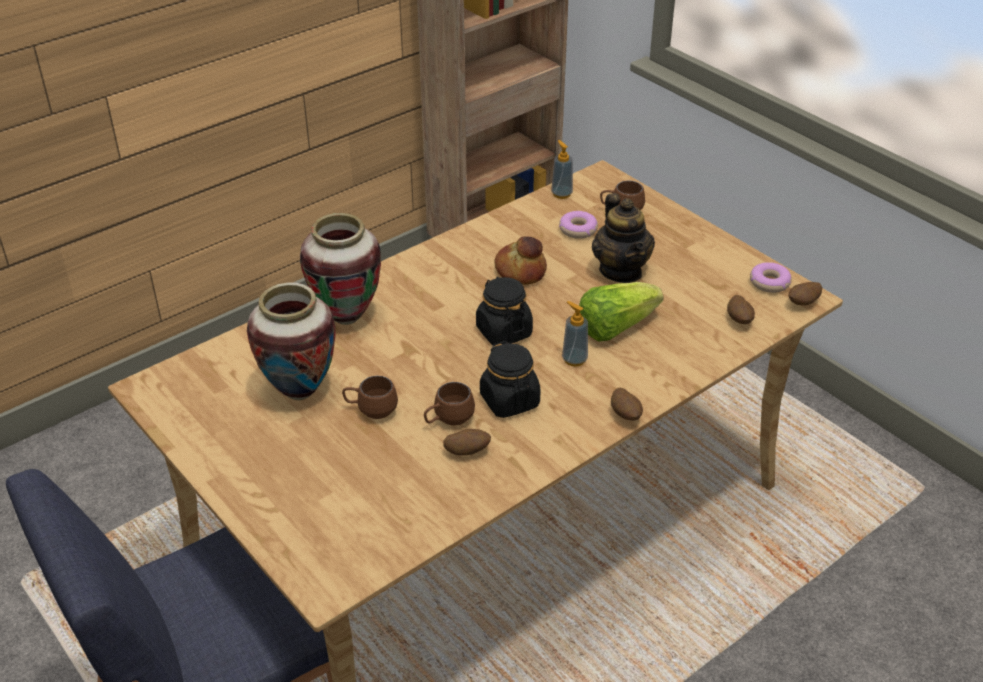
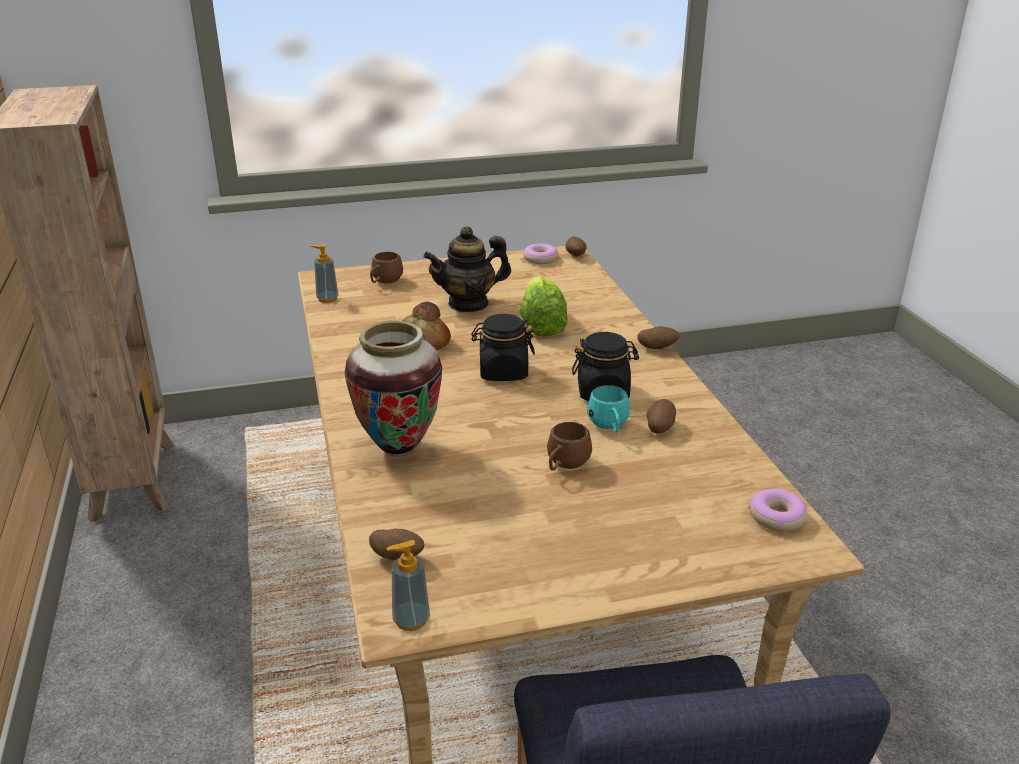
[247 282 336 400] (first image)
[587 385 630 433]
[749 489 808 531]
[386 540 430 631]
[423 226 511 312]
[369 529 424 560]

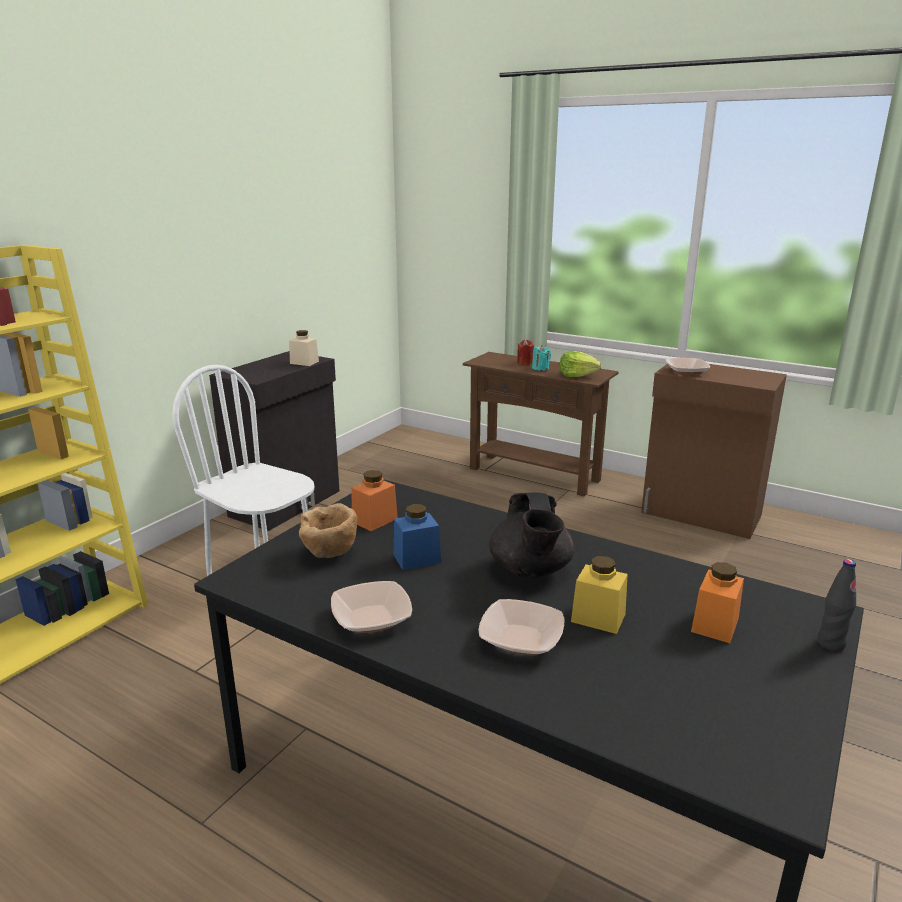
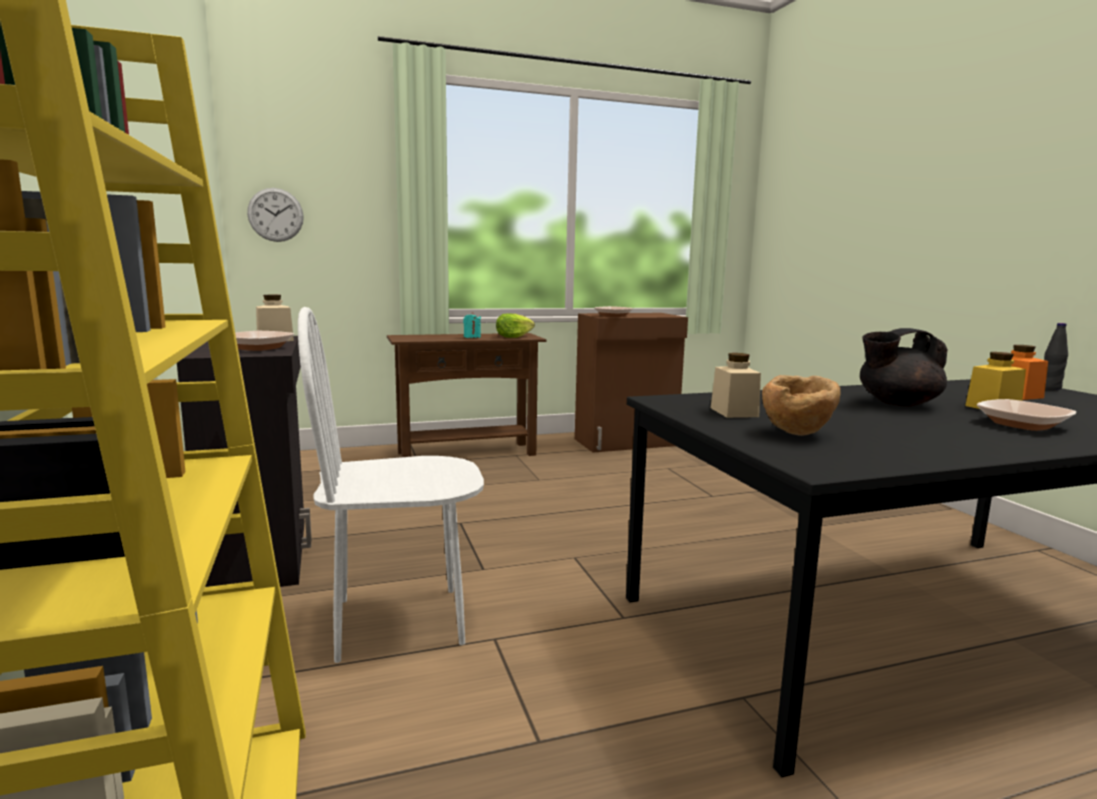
[235 331 294 351]
[711 353 761 418]
[394 504 441 570] (first image)
[860 328 948 407]
[517 340 534 365] (first image)
[247 188 304 242]

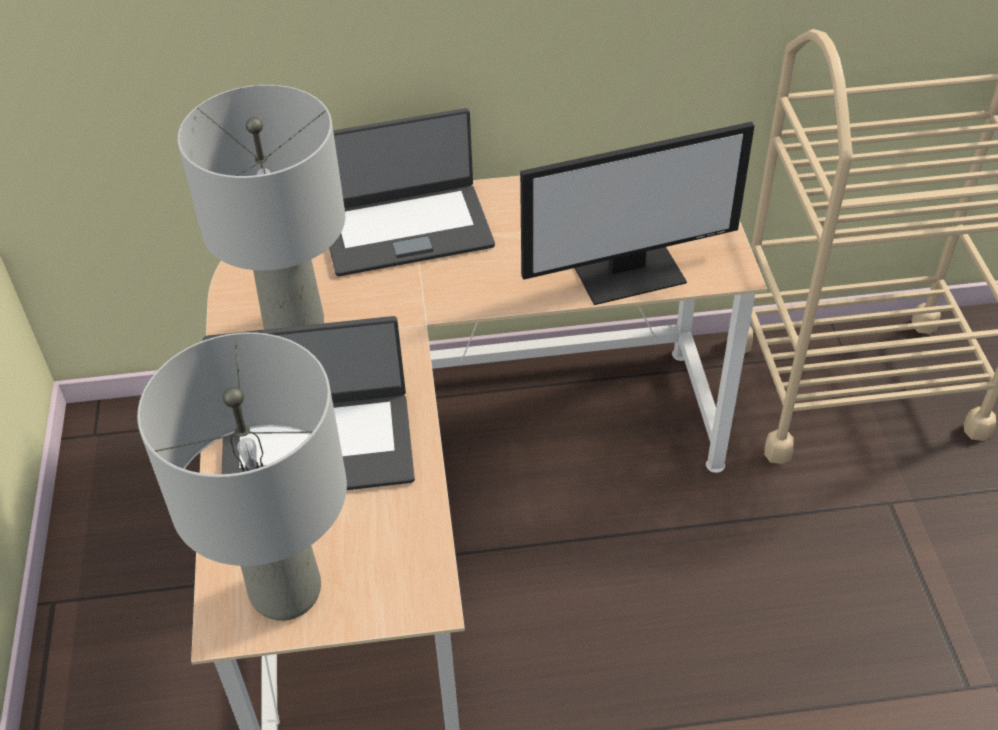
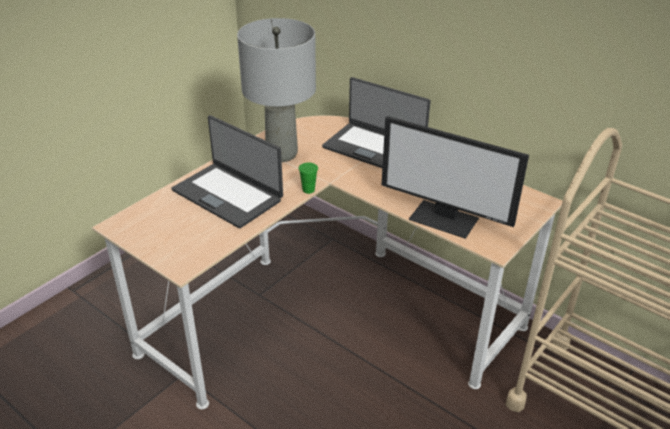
[137 332 347 621] (first image)
[299 162 318 194]

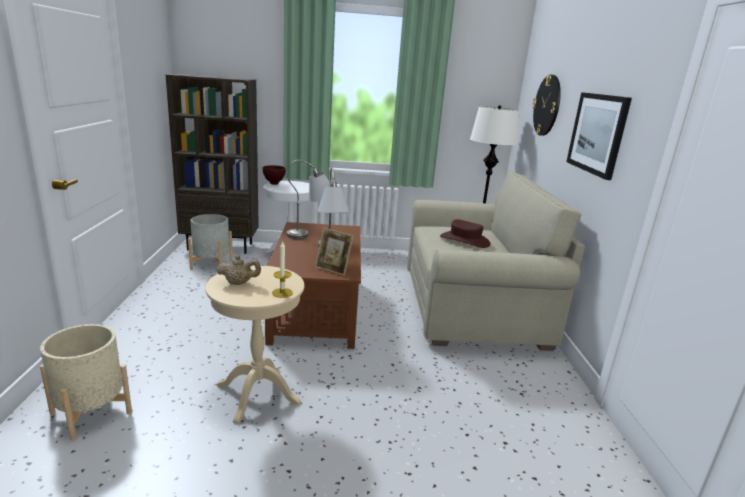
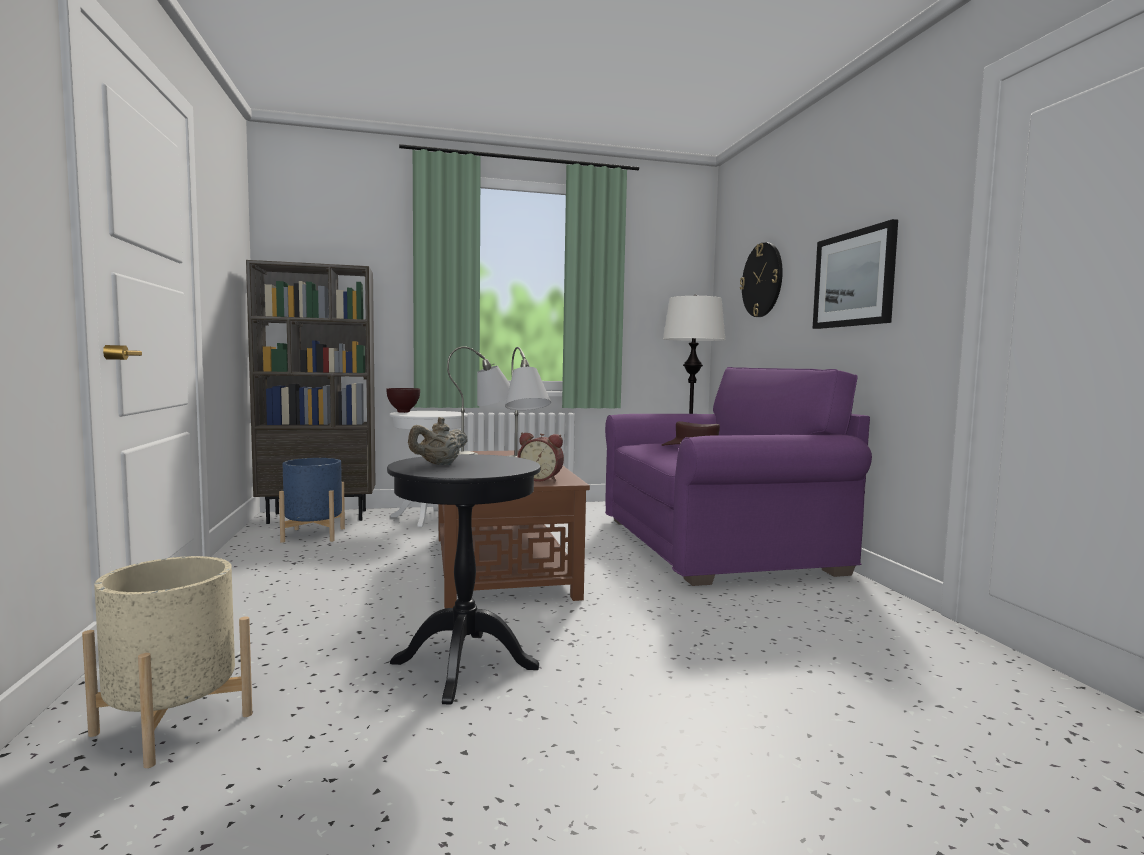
[279 458 345 543]
[387 454 541 705]
[408 417 468 465]
[272 242 293 298] (first image)
[518 433 564 482]
[605 367 872 586]

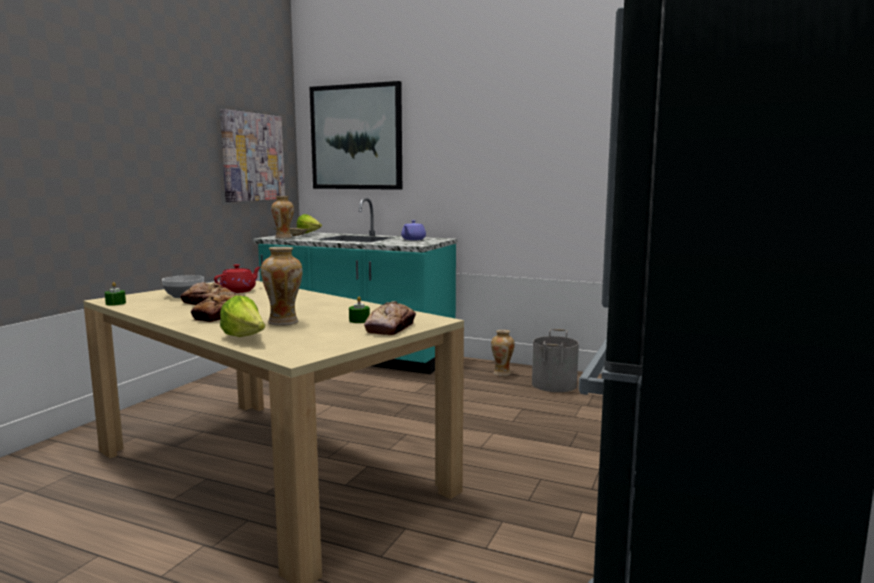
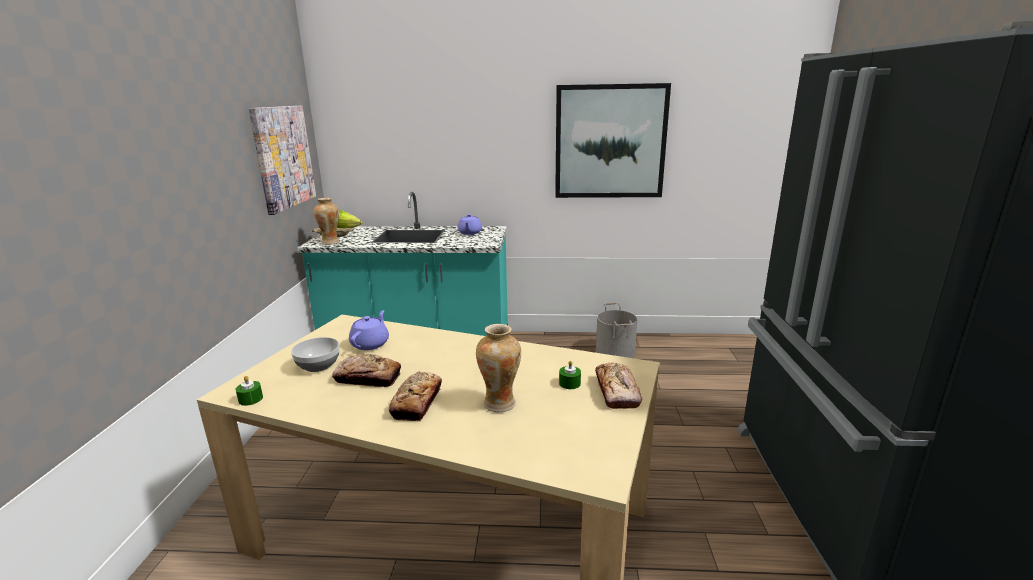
[349 310 389 350]
[220 296 265 337] (first image)
[555 83 671 198]
[491 330 515 376] (first image)

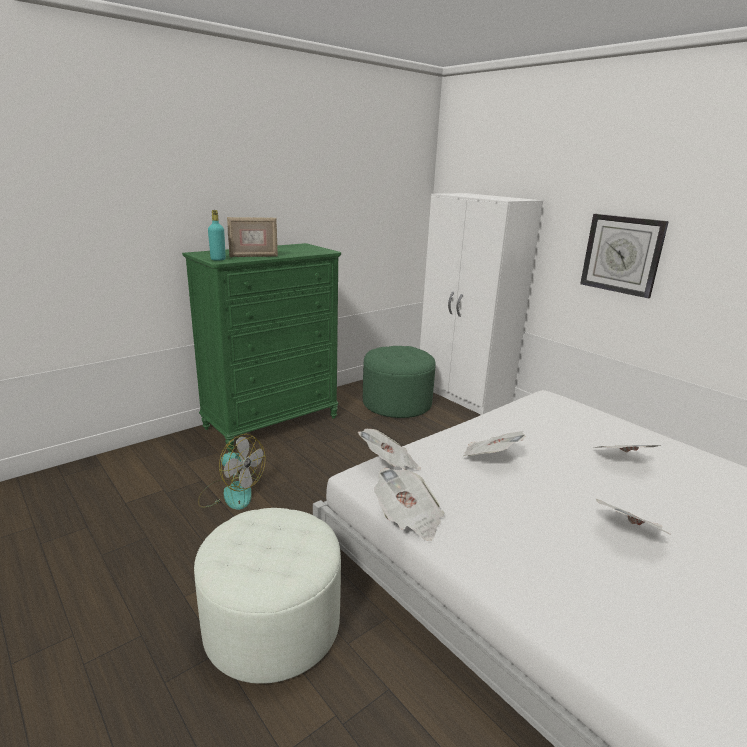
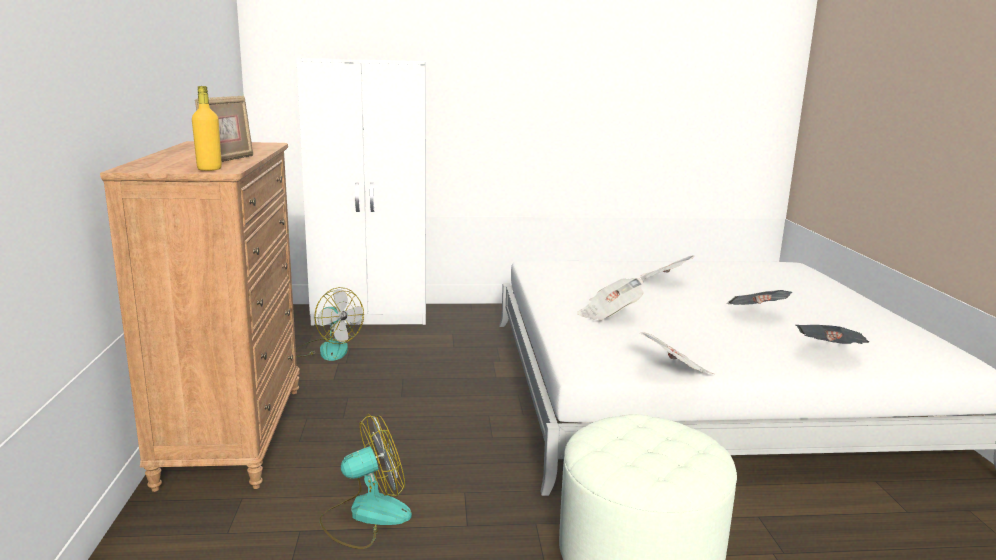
[100 141 300 492]
[192 86 222 171]
[796 325 869 344]
[296 287 364 361]
[580 214 669 298] (first image)

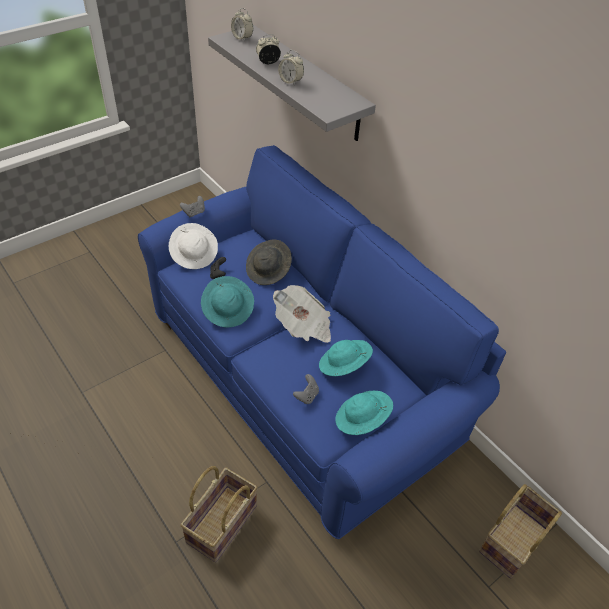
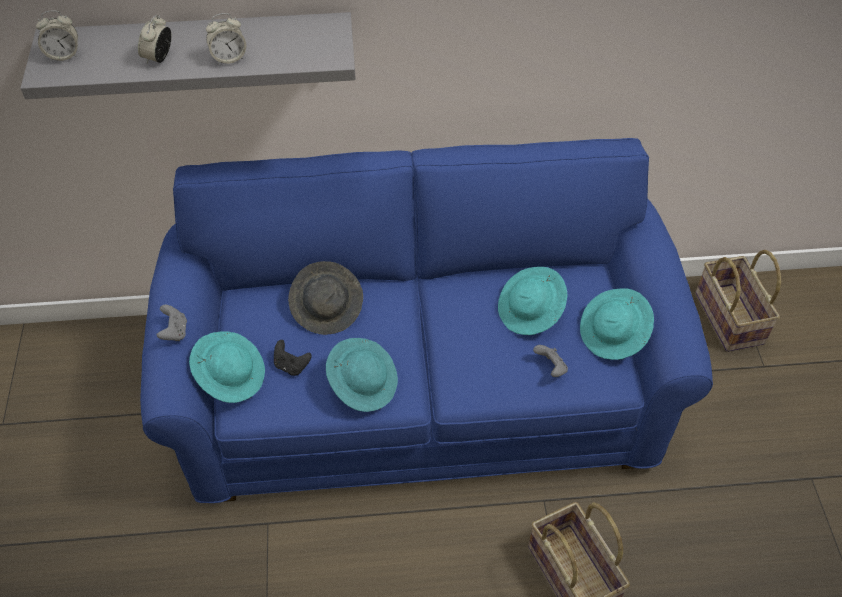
[189 331 265 403]
[273 285 331 343] (first image)

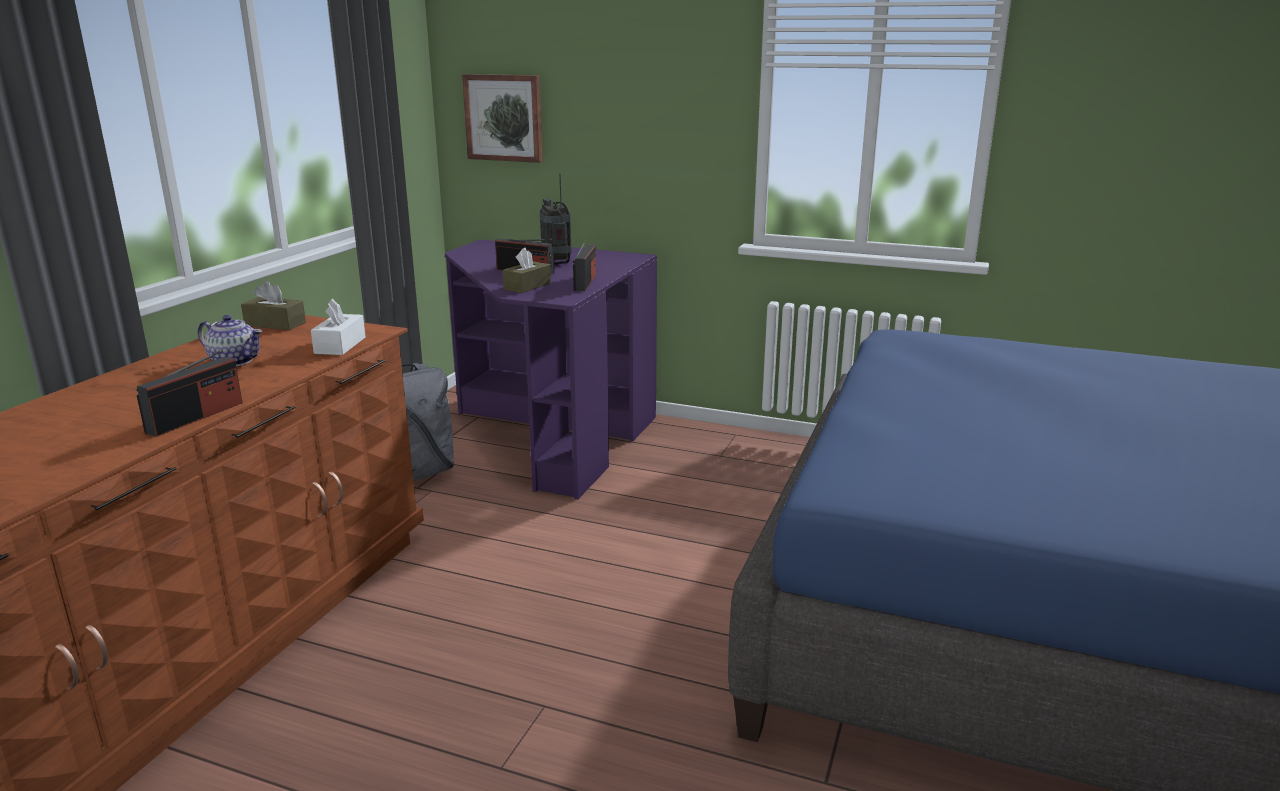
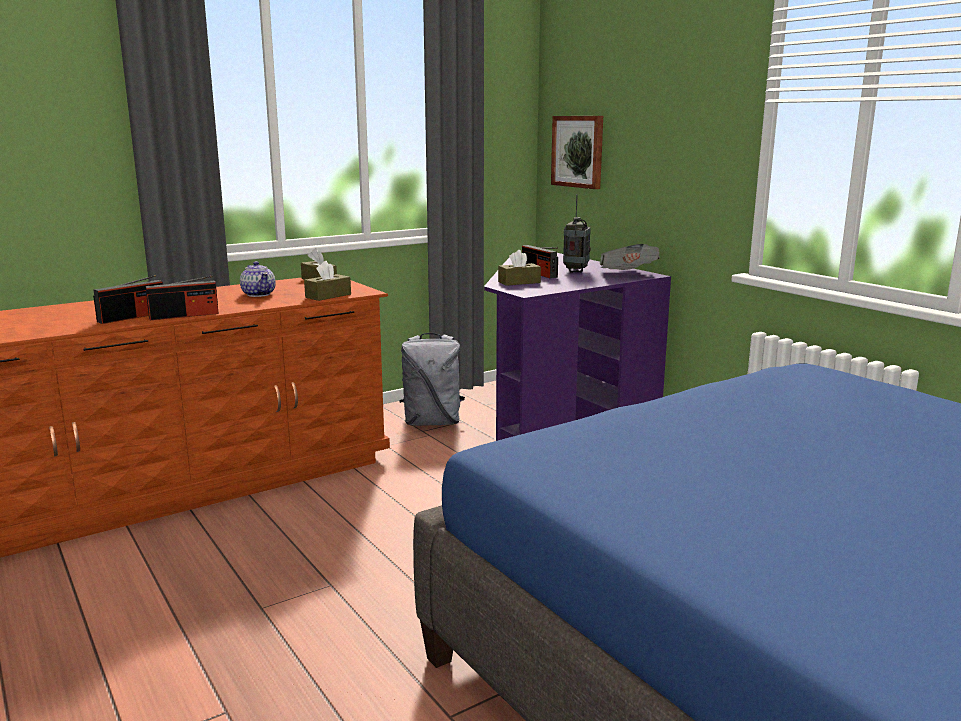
[304 261 351 301]
[93 275 163 324]
[600 244 660 270]

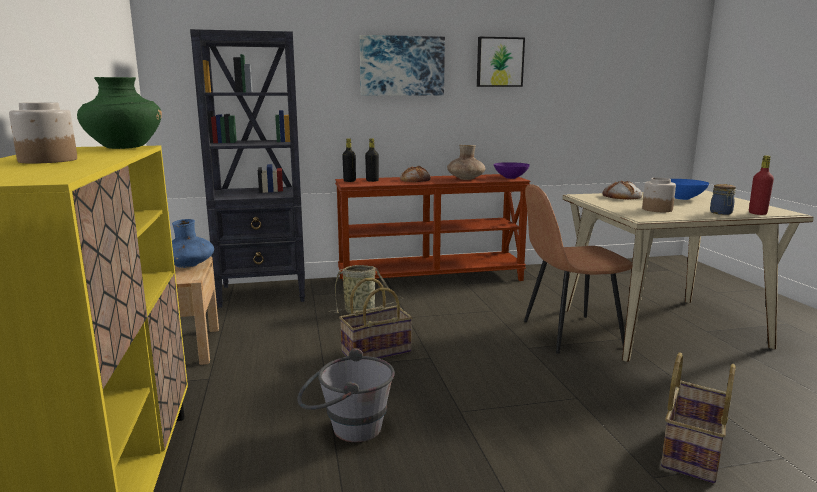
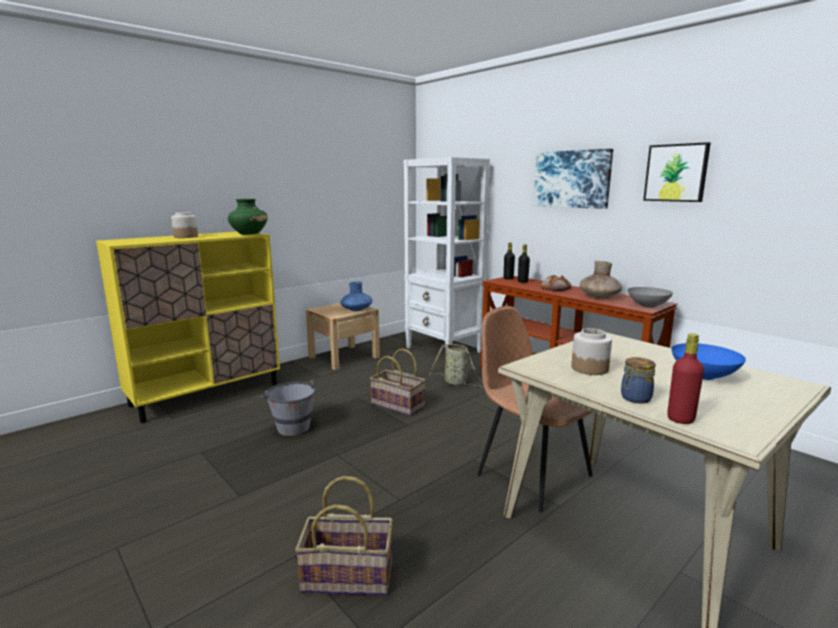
[403 157 490 353]
[628 287 673 308]
[603 181 642 199] (first image)

